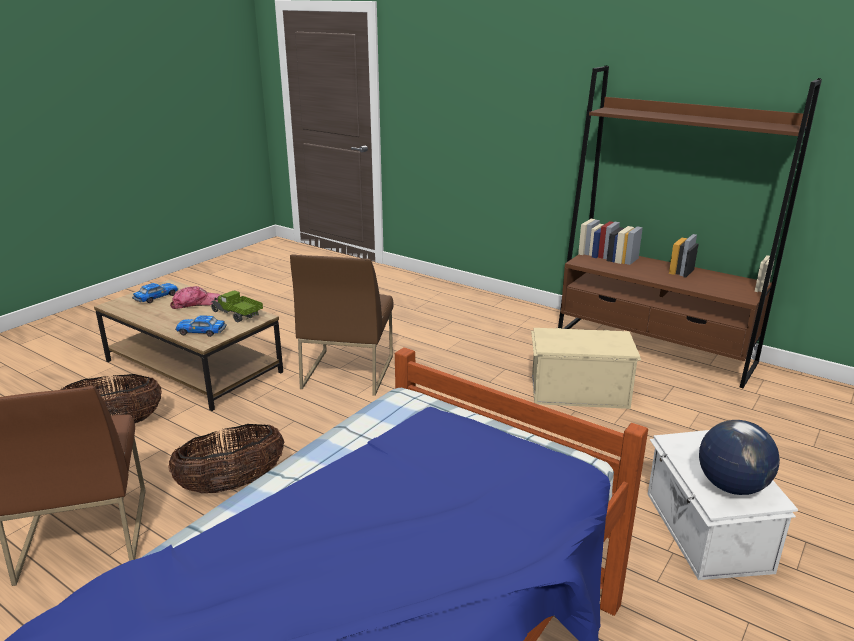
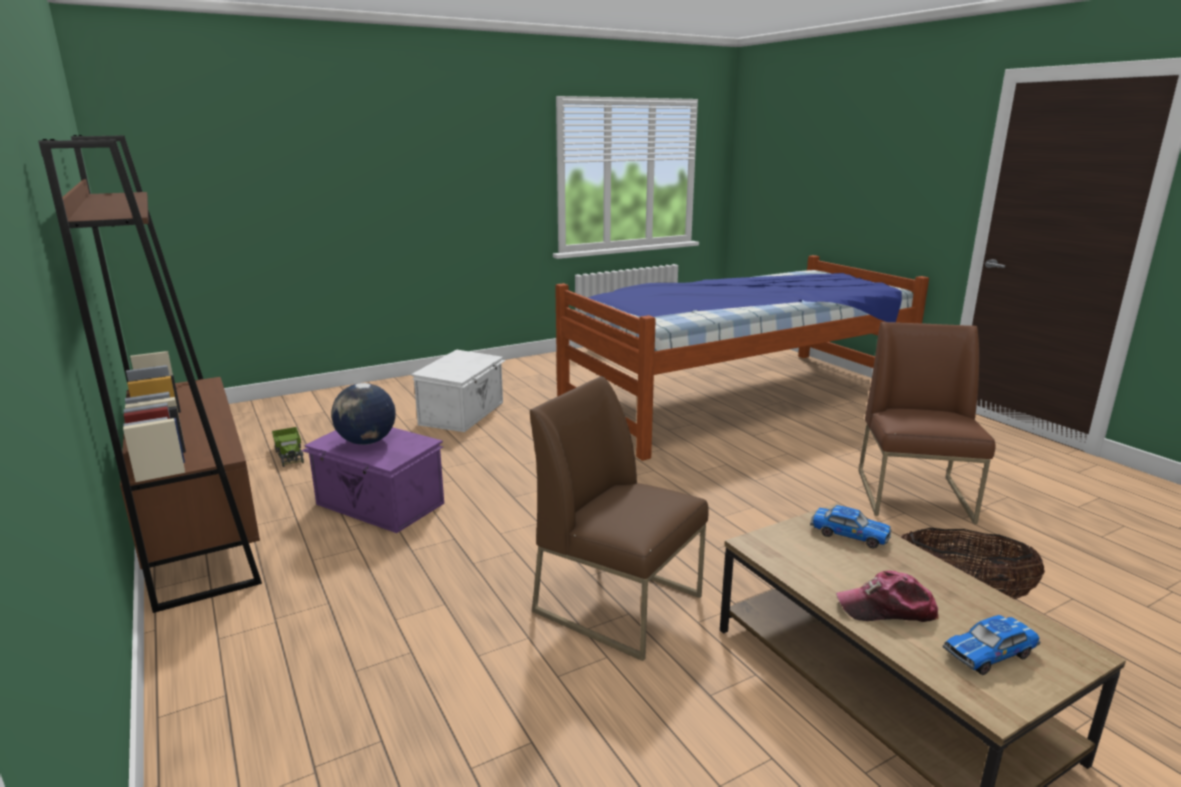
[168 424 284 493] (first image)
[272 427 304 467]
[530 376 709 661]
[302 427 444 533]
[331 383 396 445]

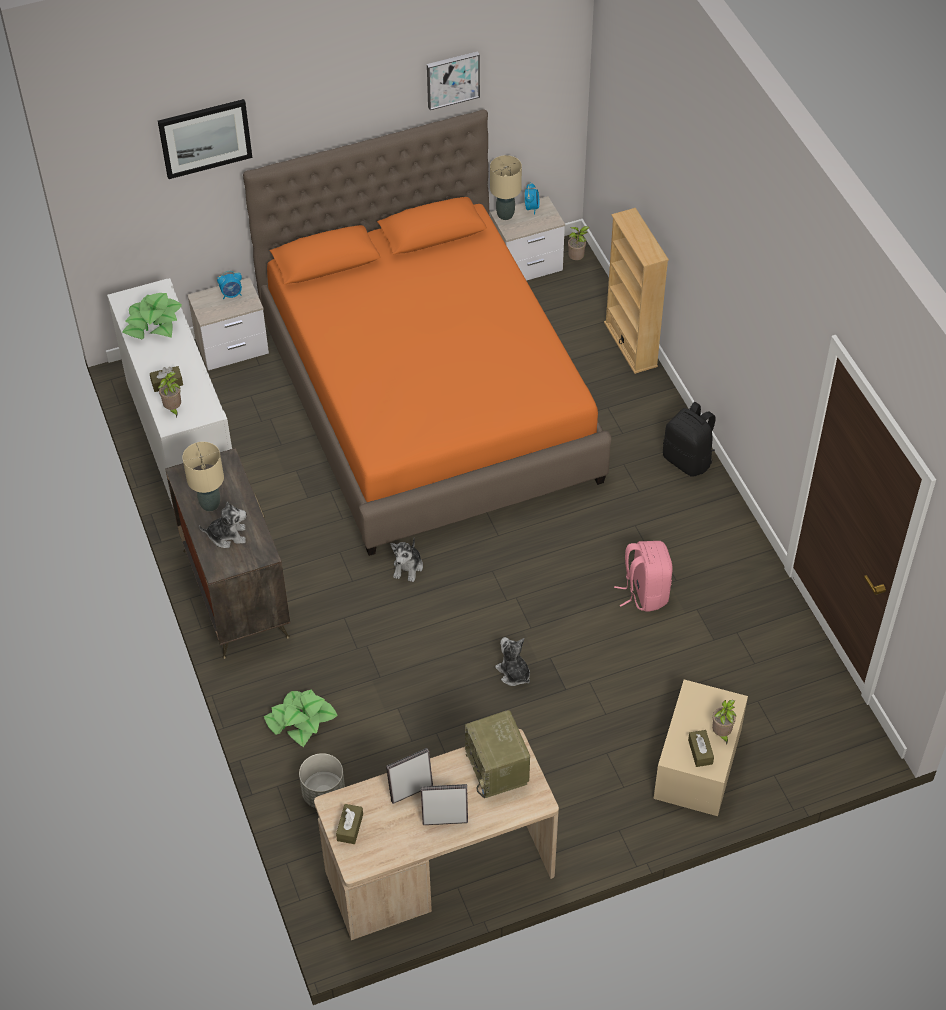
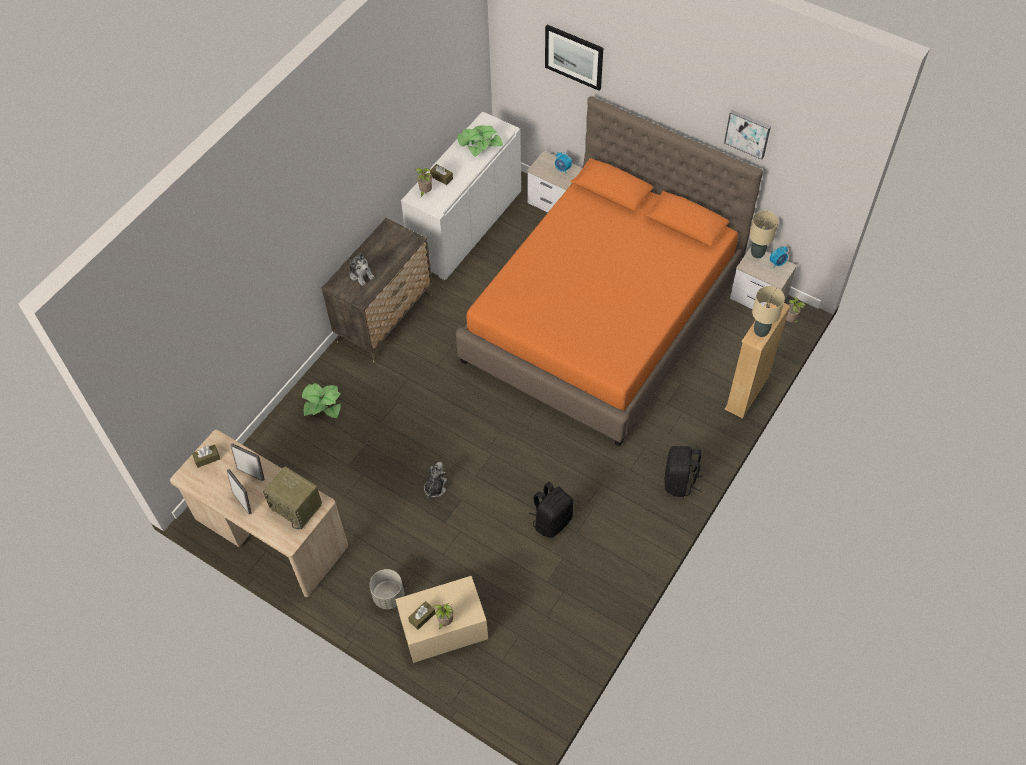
[752 286 785 337]
[369 569 404 609]
[390 538 423 582] (first image)
[263 466 322 530]
[529 482 573 538]

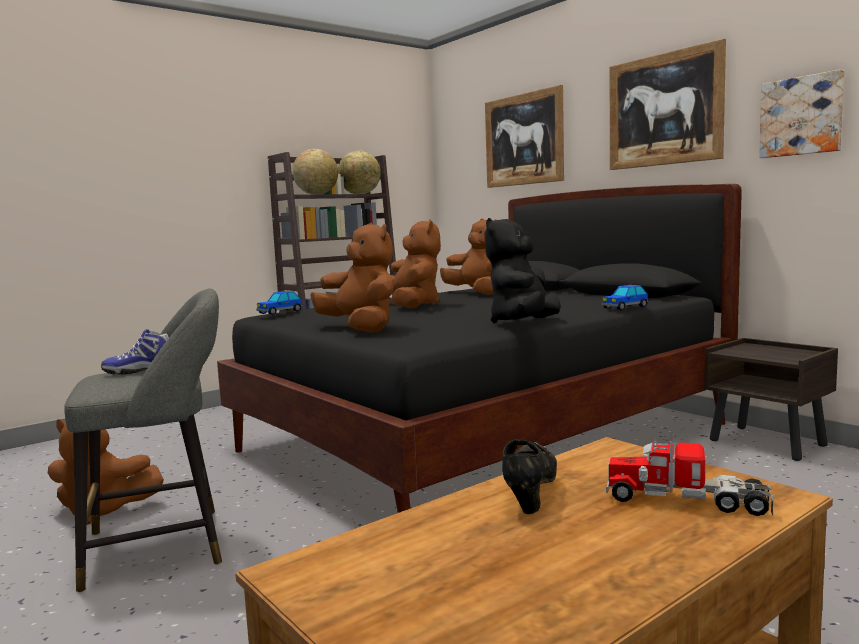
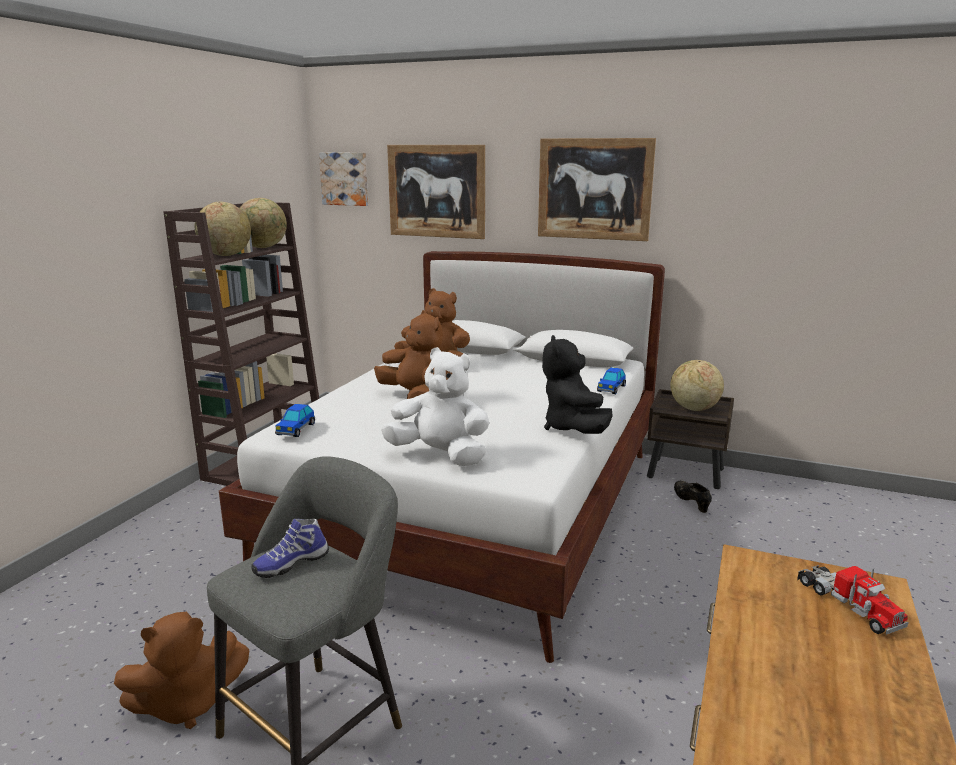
[219 251 665 663]
[381 347 489 466]
[674 481 712 513]
[797 565 909 635]
[319 153 368 206]
[670 360 724 411]

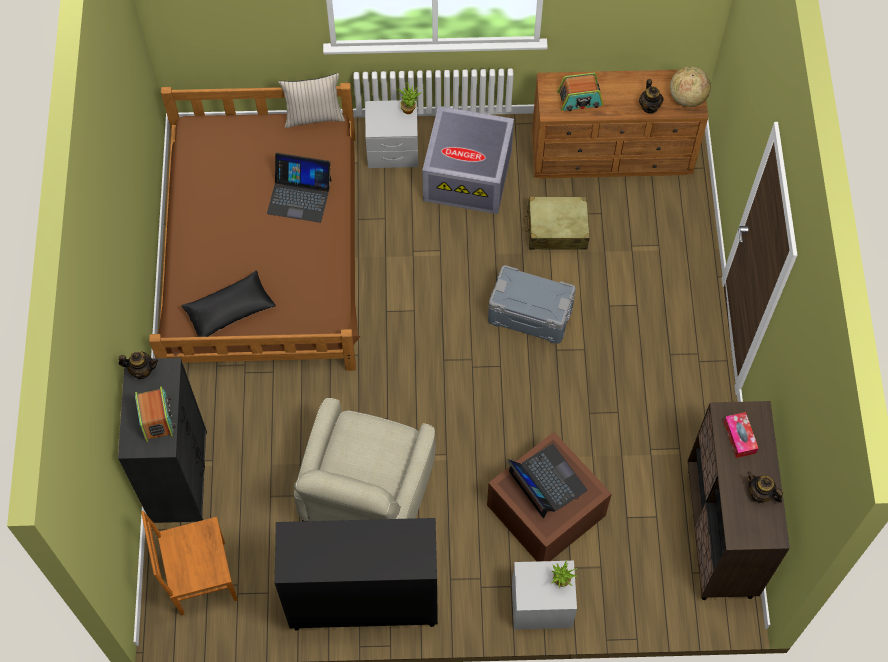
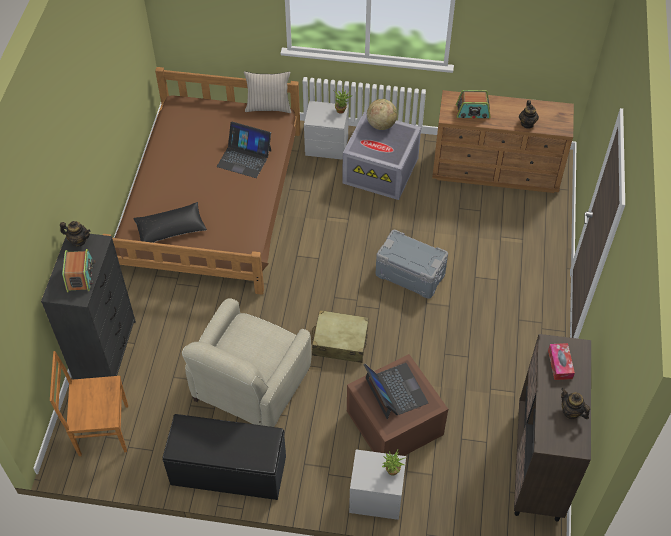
[162 414 286 500]
[312 310 369 363]
[367 99 397 130]

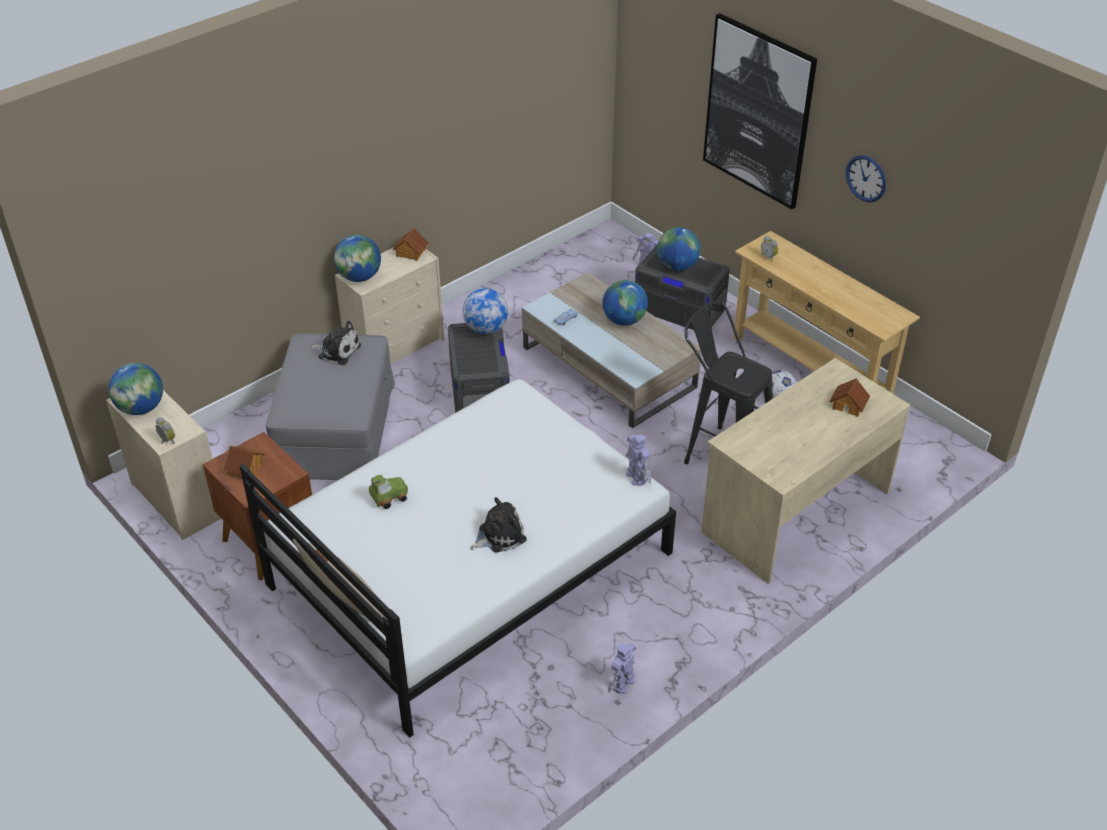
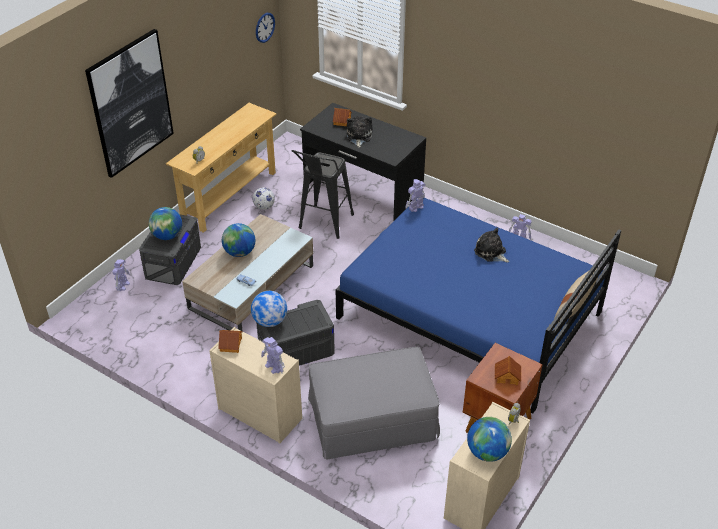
[336 197 621 413]
[347 116 373 148]
[261 337 285 374]
[369 475 408 509] (first image)
[300 103 426 221]
[256 13 275 43]

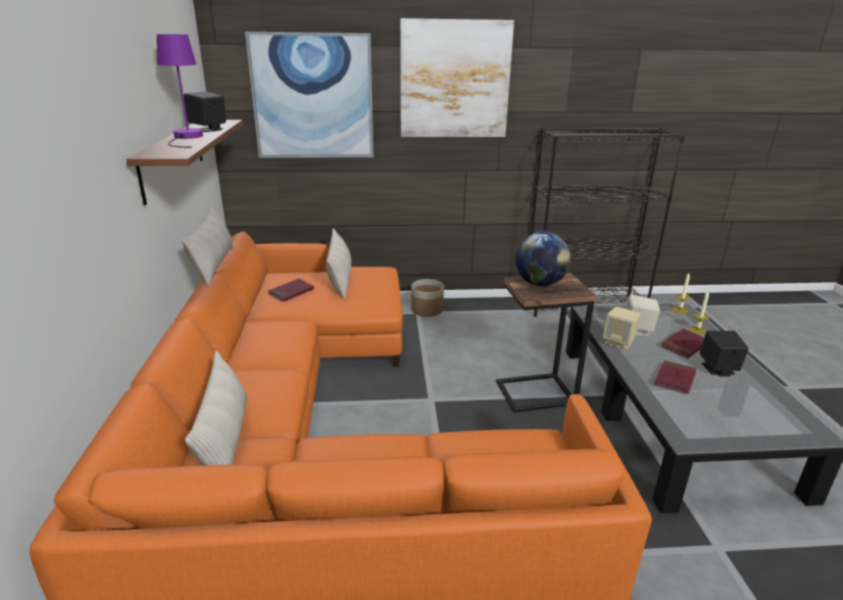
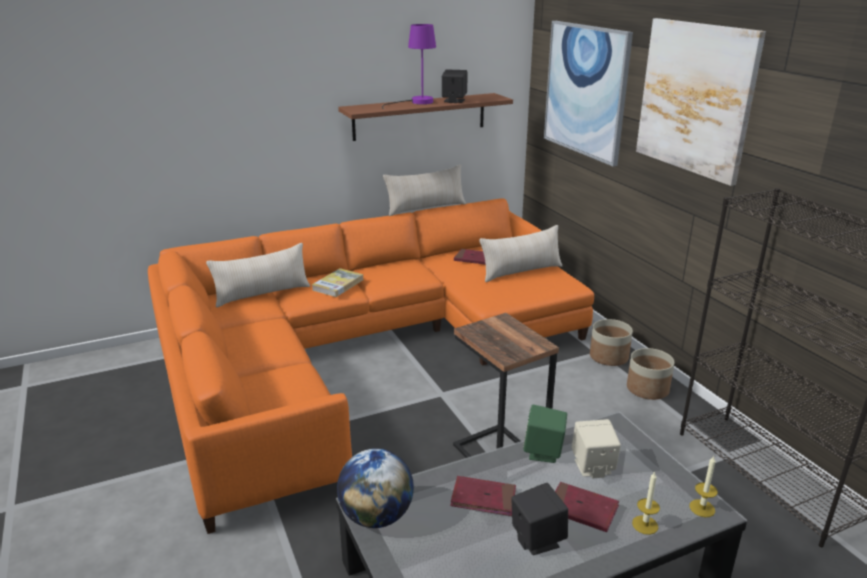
[337 448 414 528]
[523 405 567 463]
[312 268 363 297]
[627 348 674 400]

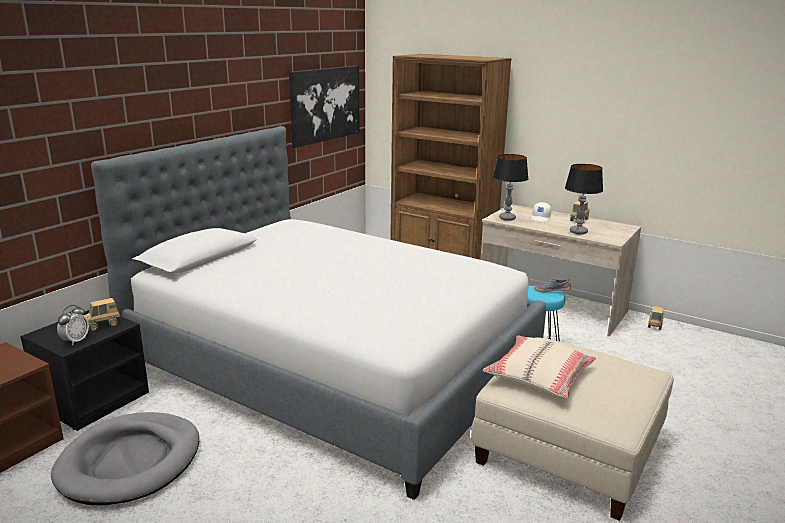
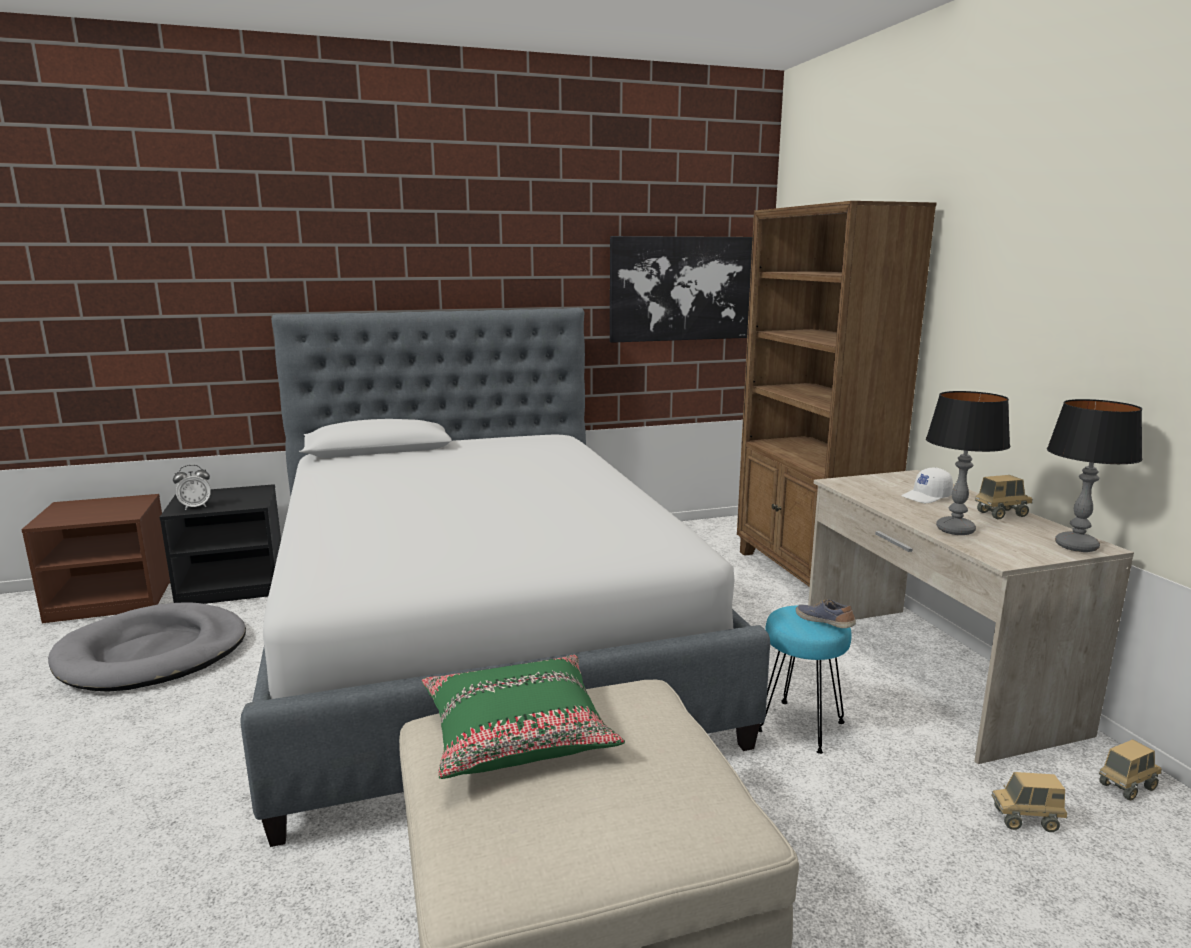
[991 772 1068 832]
[422 655 625 779]
[1047 399 1143 552]

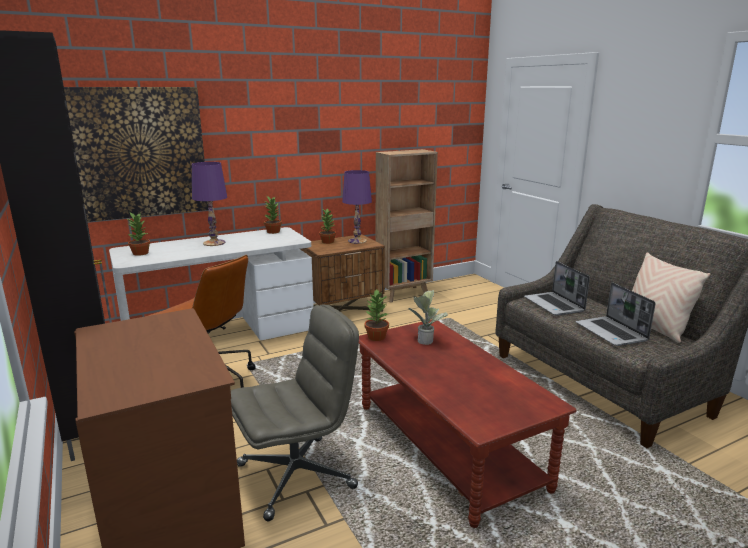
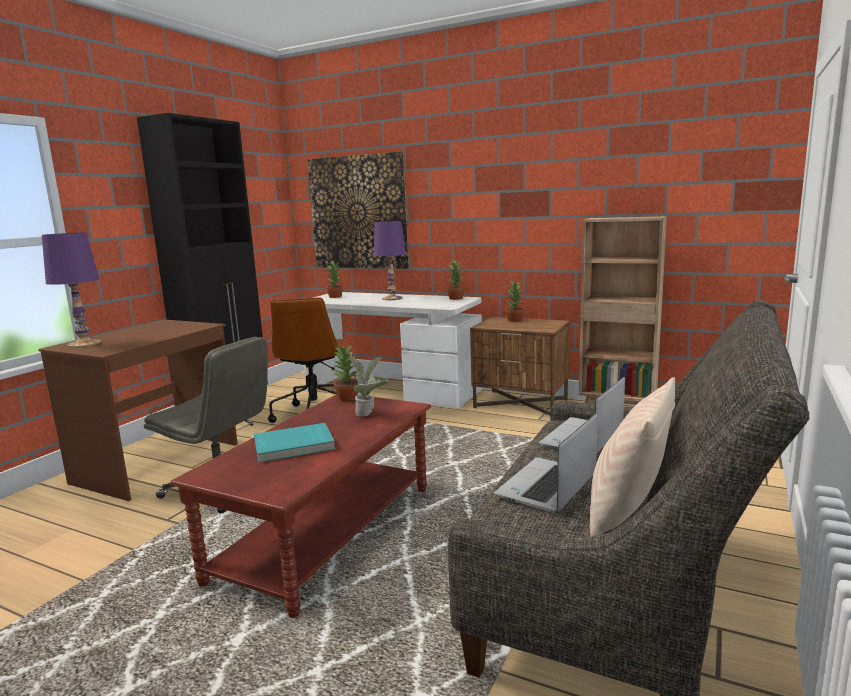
[42 232 101 348]
[254 423 335 462]

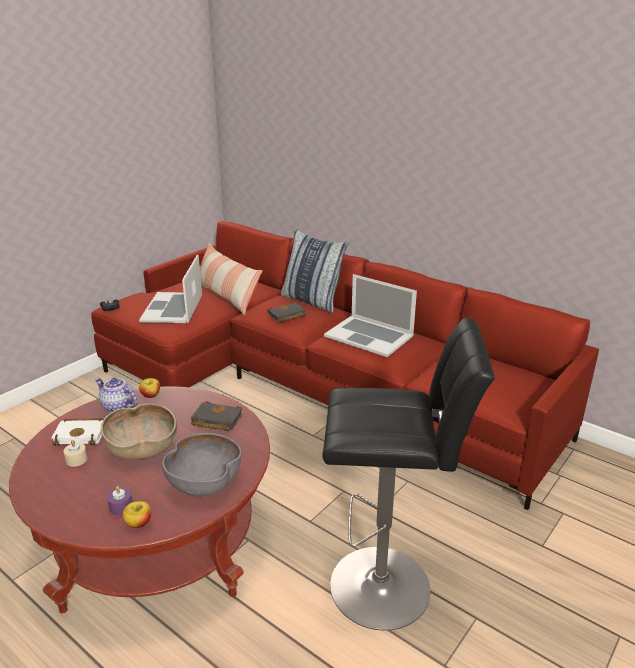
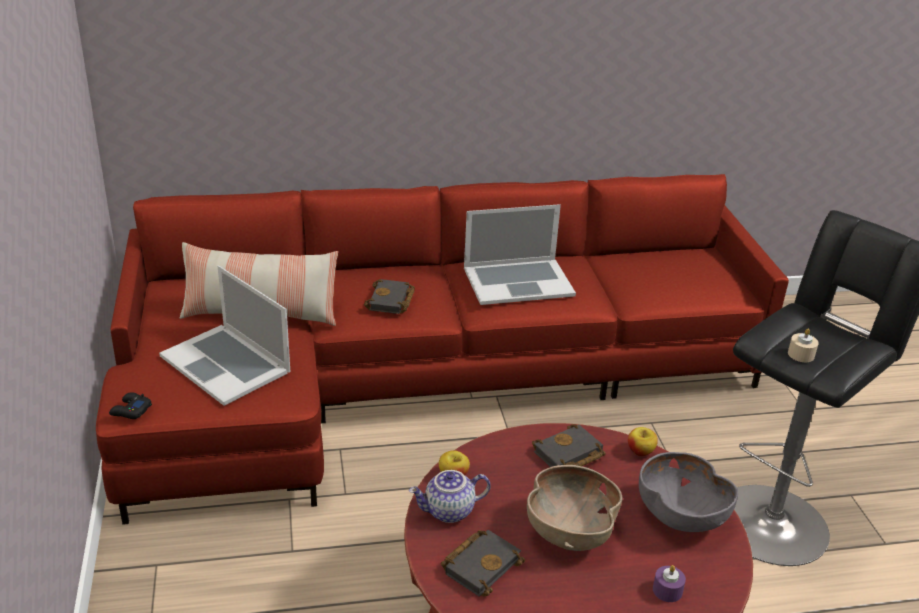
[441 530 525 597]
[788 329 819 362]
[628 427 658 456]
[281 228 349 313] (first image)

